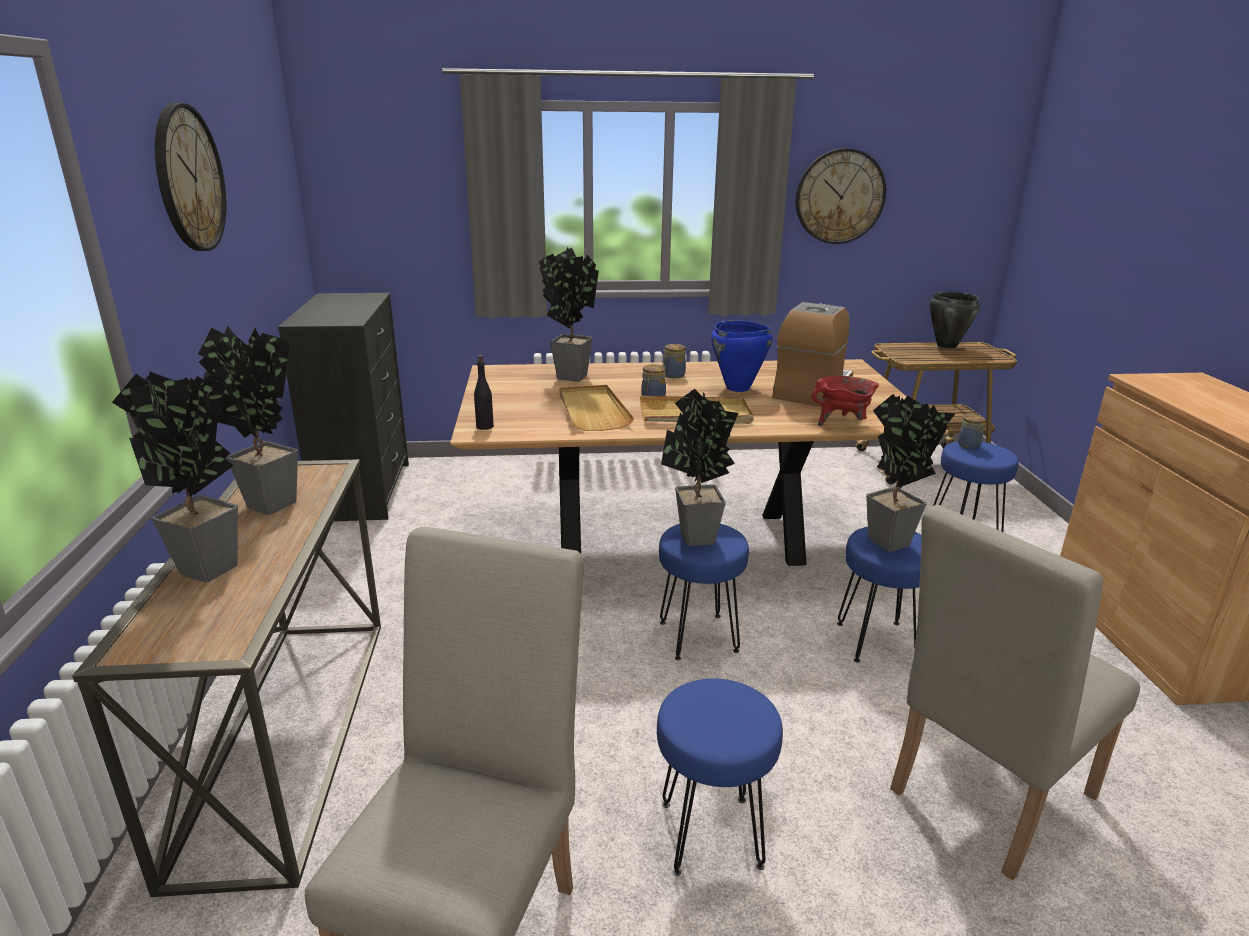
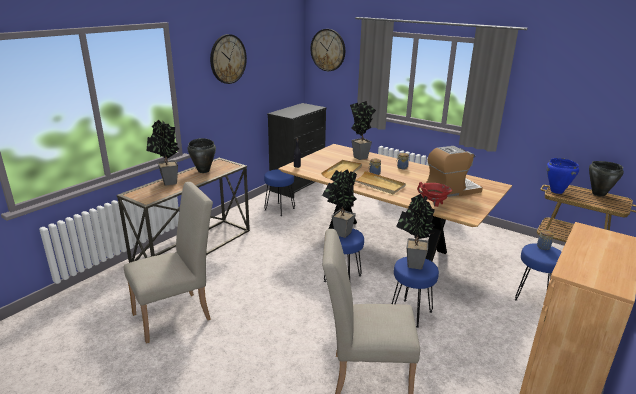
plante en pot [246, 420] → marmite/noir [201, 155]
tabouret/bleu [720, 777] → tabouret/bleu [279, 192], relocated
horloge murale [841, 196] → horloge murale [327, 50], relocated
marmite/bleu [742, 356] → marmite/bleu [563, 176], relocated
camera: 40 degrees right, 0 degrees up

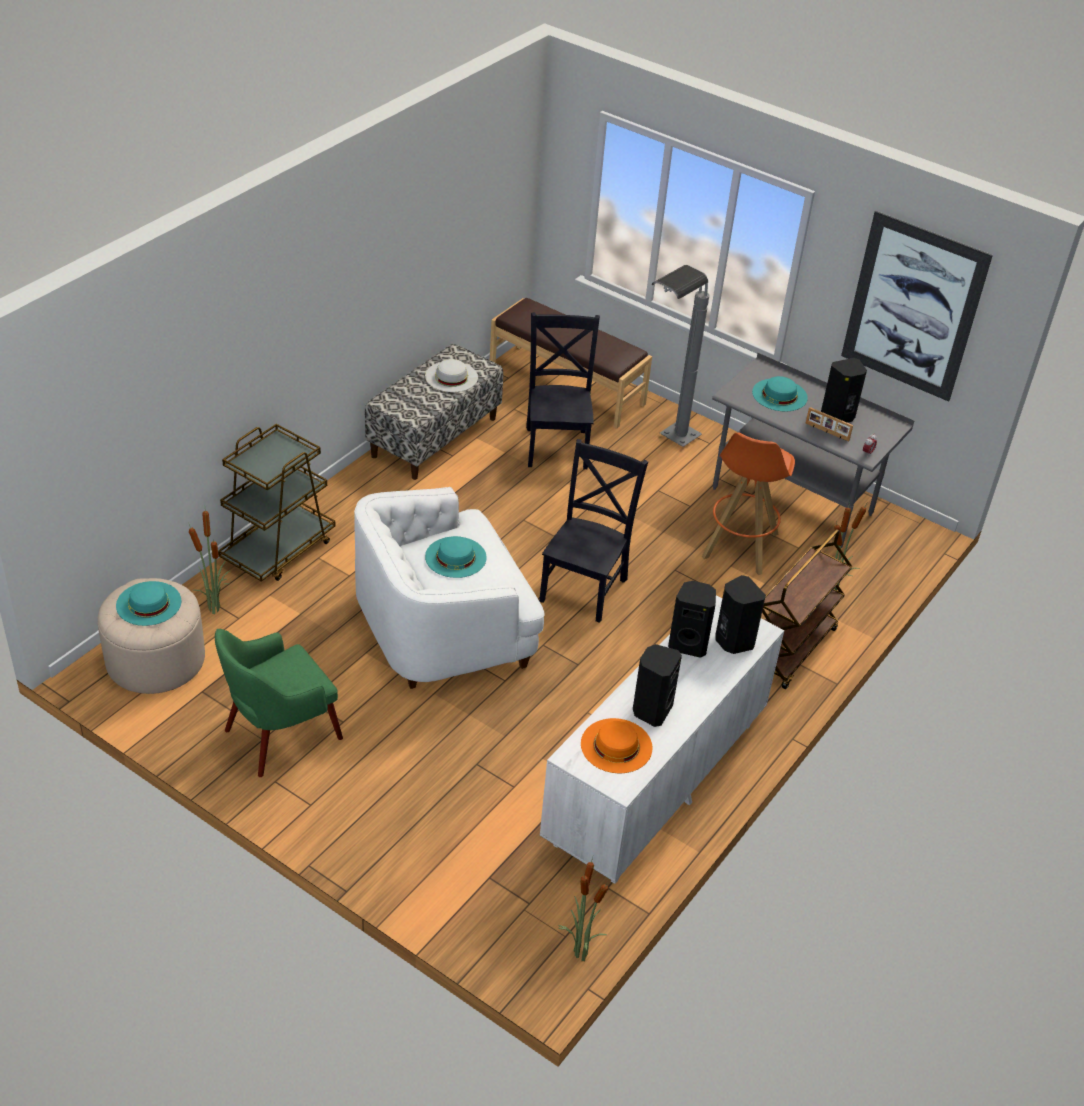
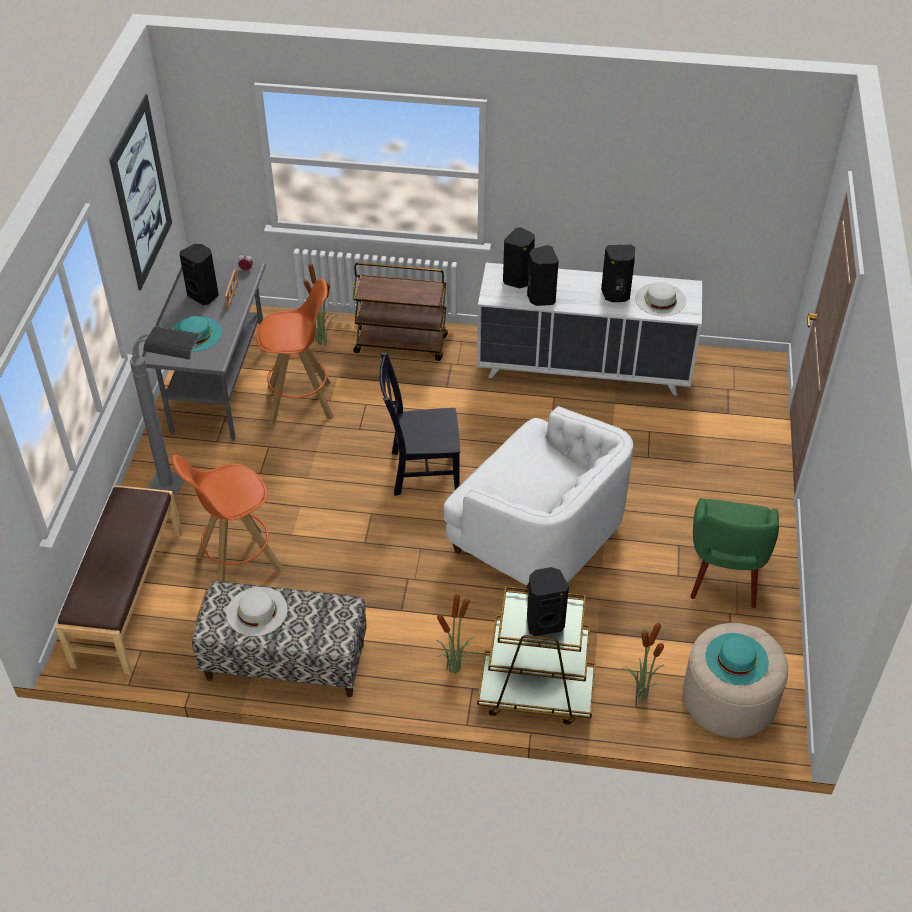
chaise/noir [563, 390] → tabouret/orange [227, 518]
plante en pot [583, 909] → plante en pot [455, 633], relocated
- → enceinte/noir [548, 601]
chapeau/orange [617, 745] → chapeau/blanc [660, 299]
fauteuil/vert [279, 703] → fauteuil/vert [734, 553], 75 degrees clockwise
chapeau/turquoise [456, 557] → -
camera: 115 degrees left, 5 degrees up

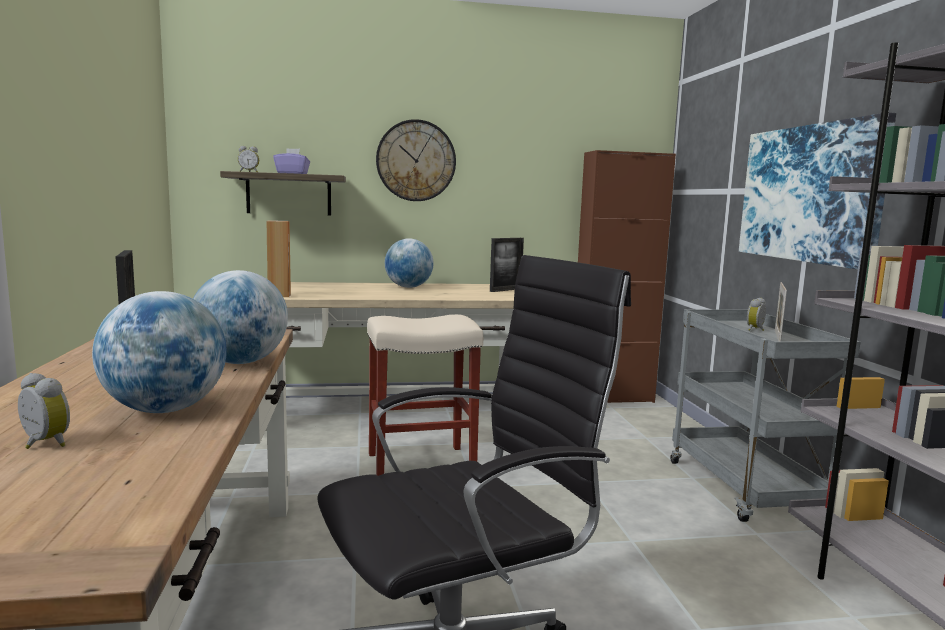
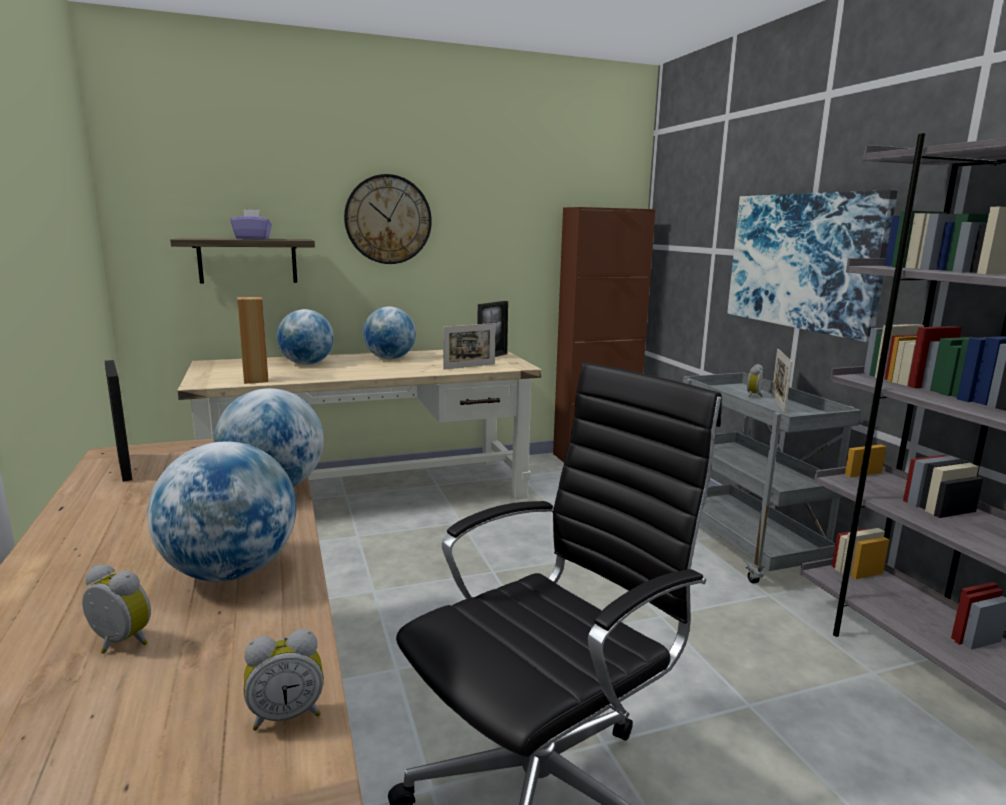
réveil [248, 159] → réveil [284, 680], relocated
- → globe [305, 337]
- → cadre photo [469, 346]
tabouret/beige [425, 395] → -
camera: 10 degrees left, 5 degrees up

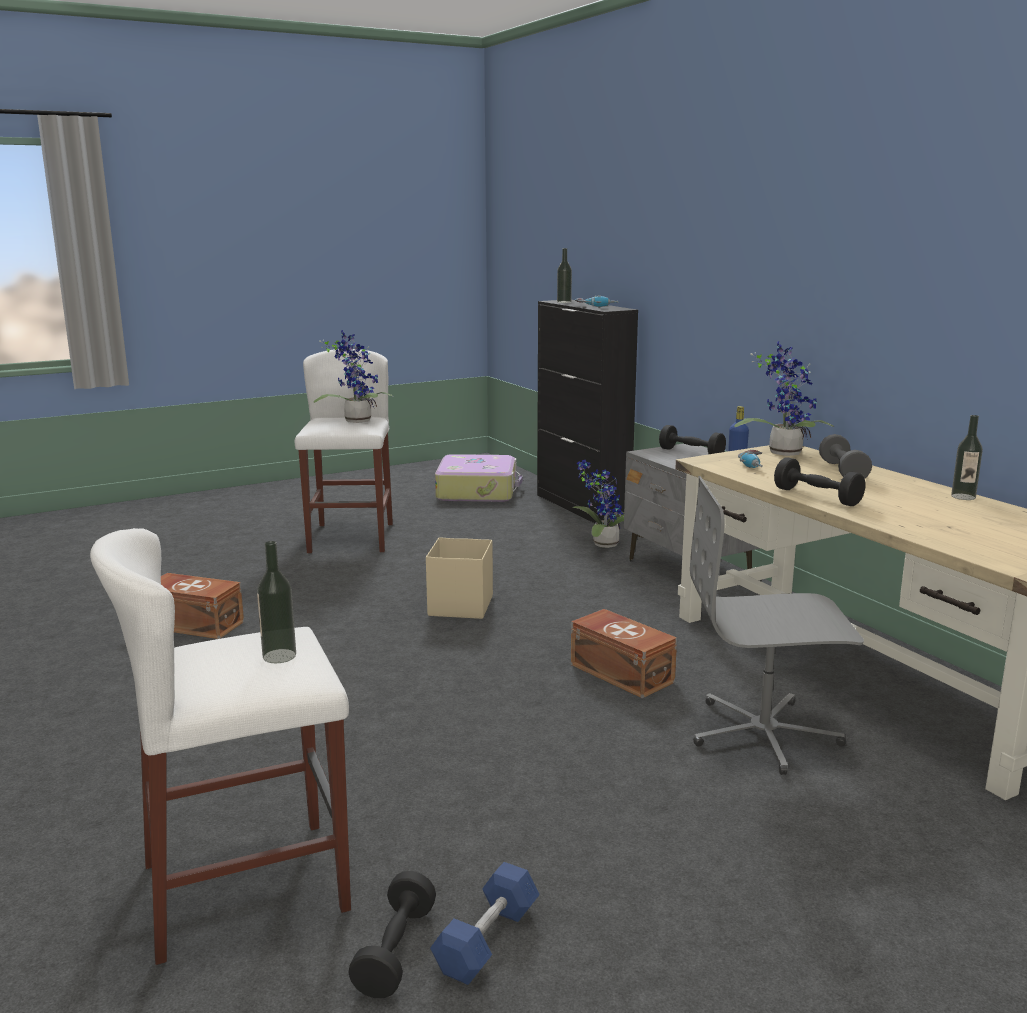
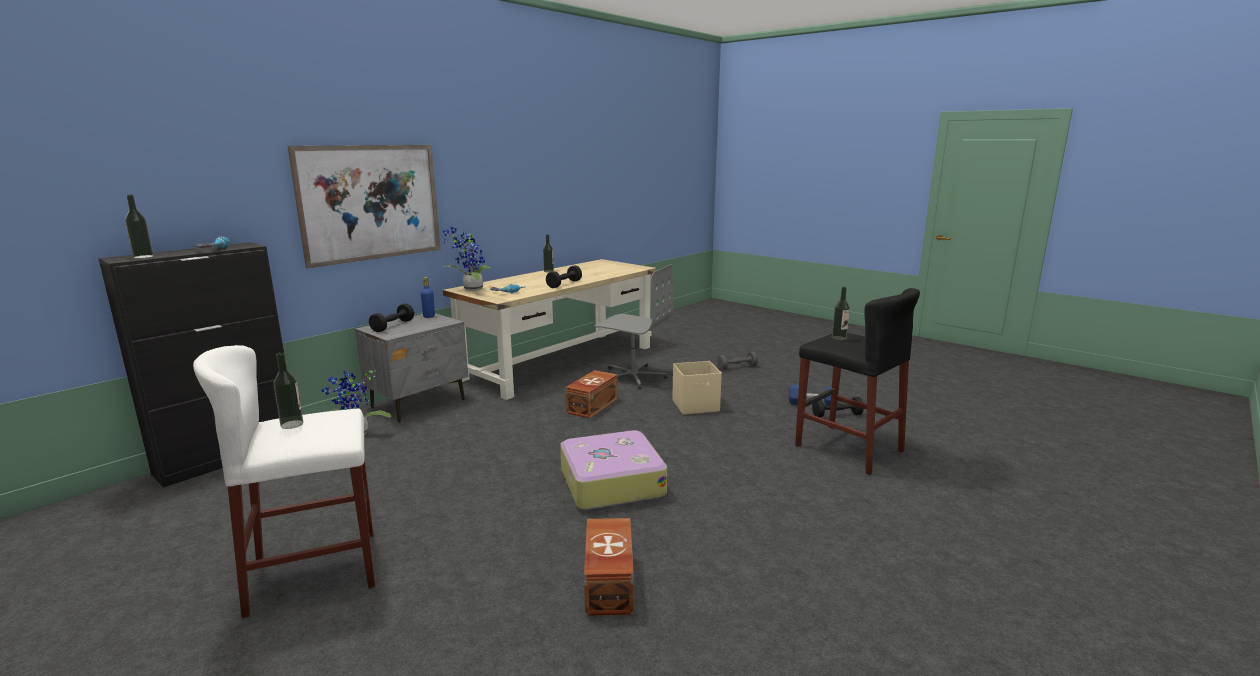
plante en pot [354, 376] → bouteille [288, 390]
- → tableau [364, 206]
valise [479, 478] → valise [613, 470], relocated
chaise de bureau/gris [777, 625] → chaise de bureau/gris [634, 326], 45 degrees counterclockwise
boîte de rangement/beige [459, 578] → boîte de rangement/beige [697, 388], relocated
haltère/gris [845, 456] → haltère/gris [737, 361], relocated
tabouret/blanc [220, 746] → tabouret/noir [857, 381]
camera: 110 degrees left, 0 degrees up

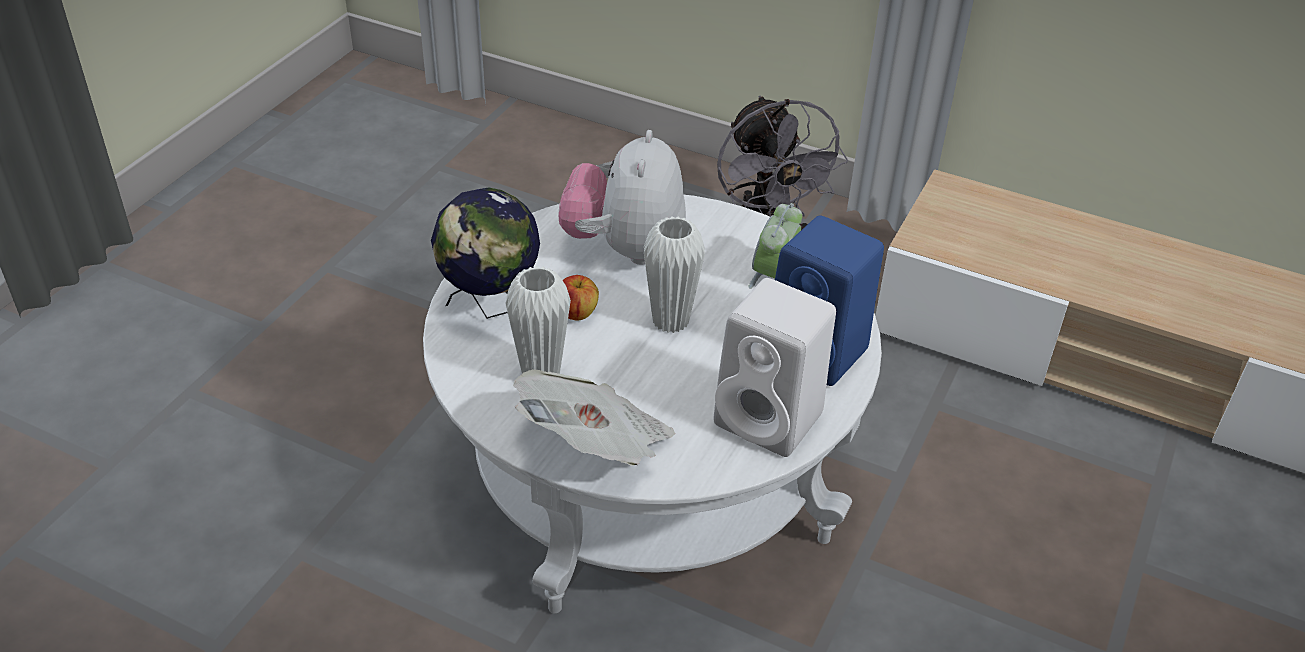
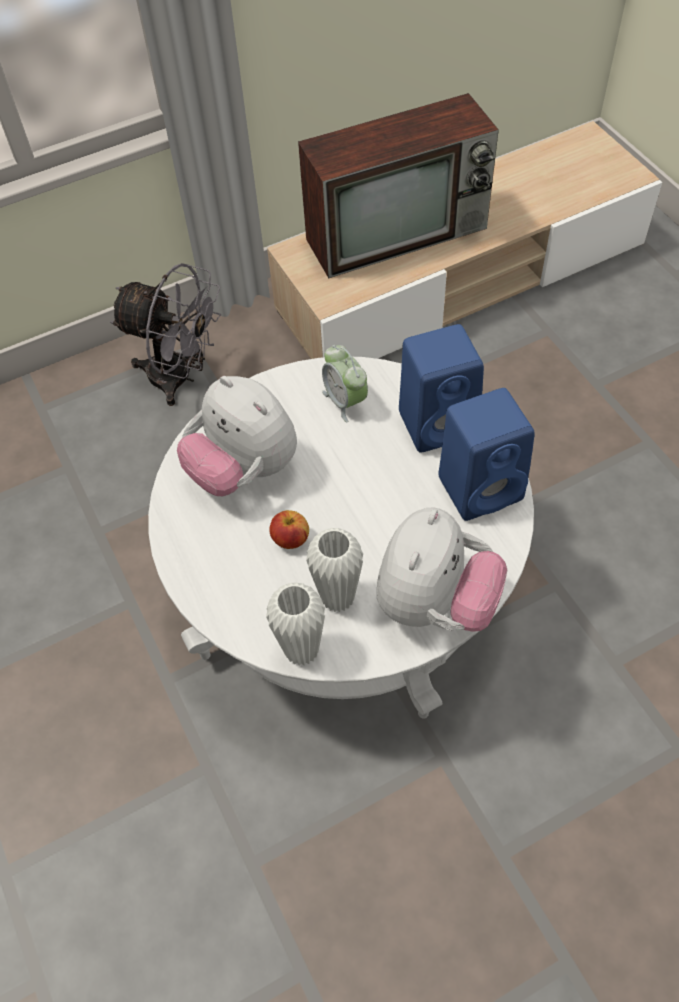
vase/blanc [674, 274] → vase/blanc [295, 624], relocated
- → téléviseur [398, 185]
journal [594, 417] → peluche [442, 569]
enceinte/blanc [775, 367] → enceinte/bleu [486, 454]
globe [485, 253] → -
camera: 50 degrees left, 15 degrees up

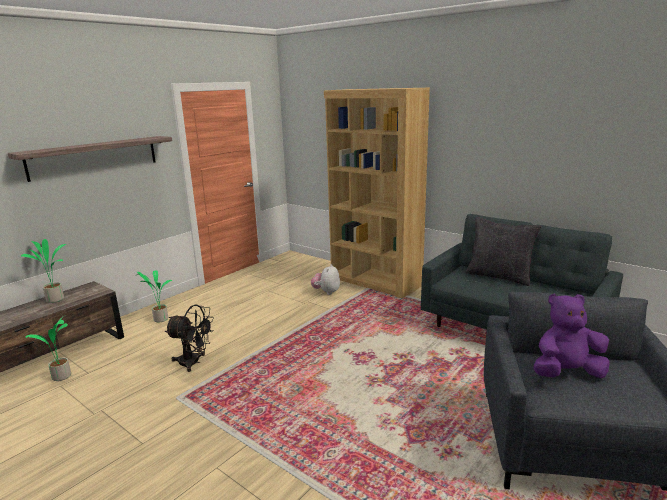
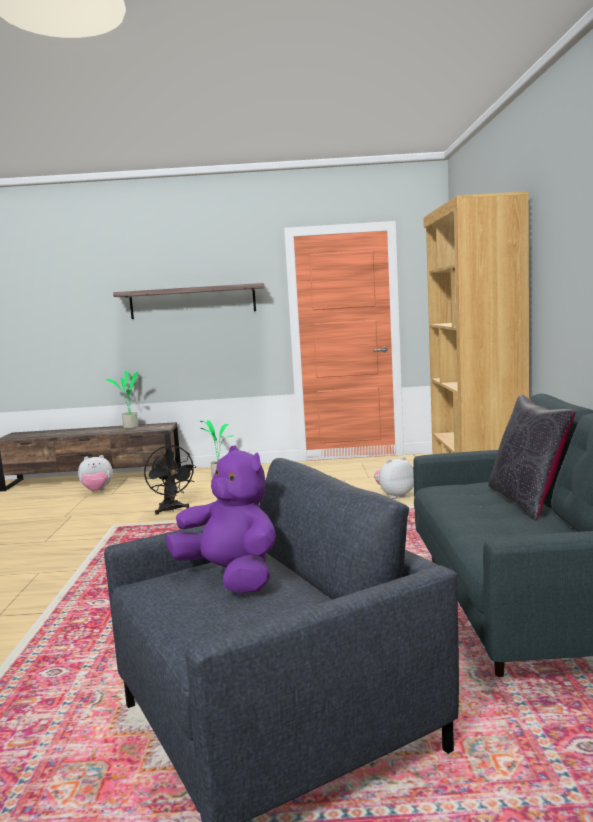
plante en pot [48, 348] → peluche [95, 473]
camera: 50 degrees right, 10 degrees down

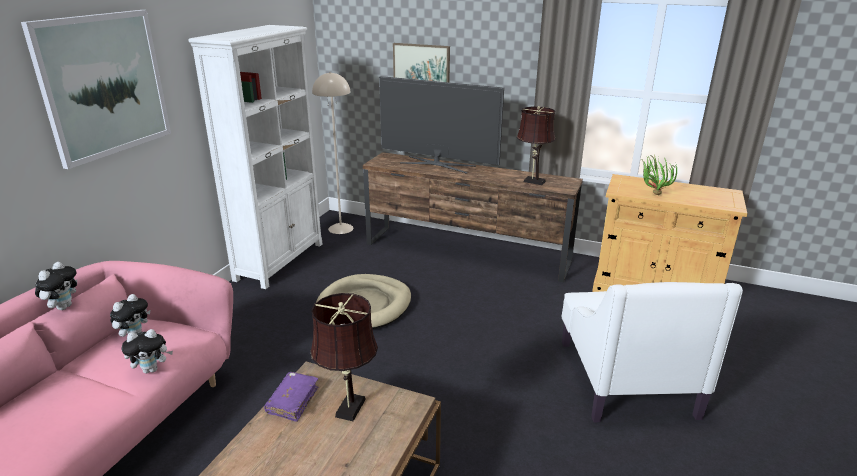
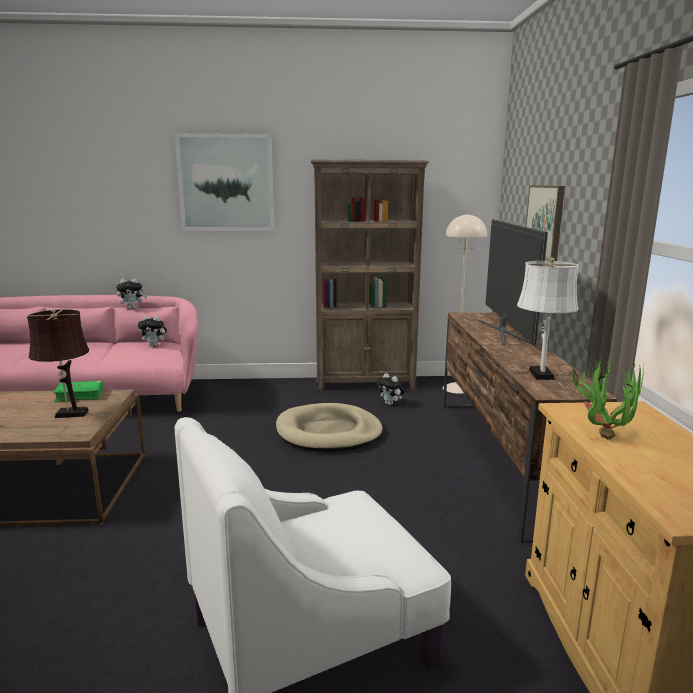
livre/violet [291, 397] → livre/vert [78, 391]
bibliothèque/blanc [255, 157] → bibliothèque/marron [370, 275]
peluche [147, 351] → peluche [391, 389], relocated
lampe de table/marron [536, 145] → lampe de table/blanc [548, 319]
camera: 65 degrees right, 10 degrees down

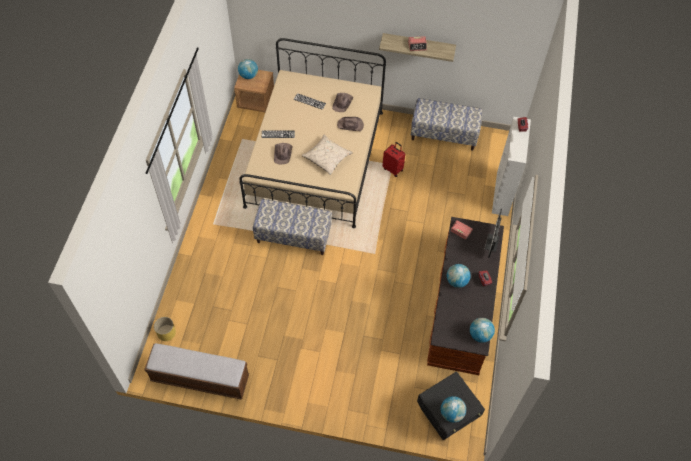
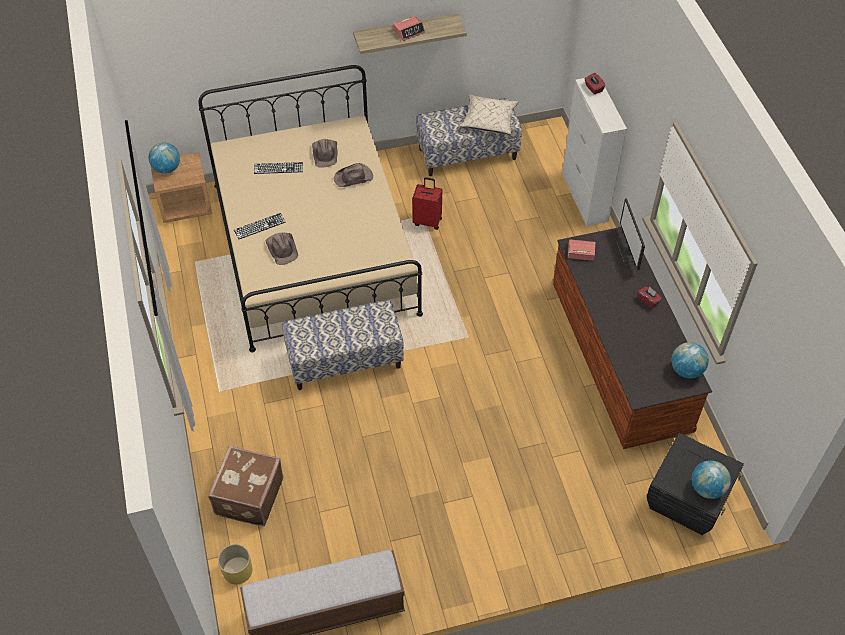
- → valise/marron [245, 486]
coussin/beige [327, 155] → coussin/beige [489, 114], relocated
globe [459, 276] → -
camera: 25 degrees left, 5 degrees down

